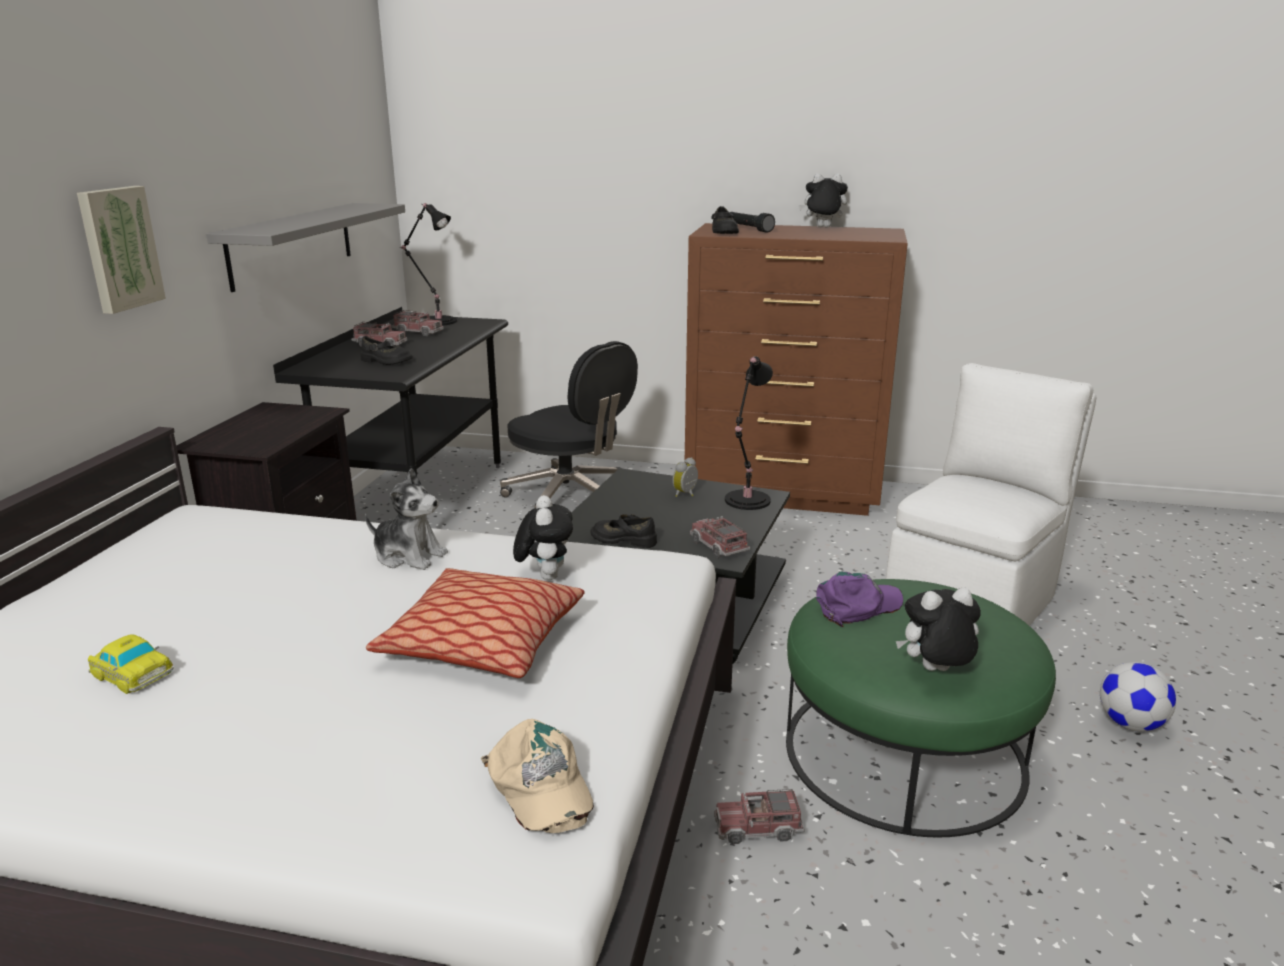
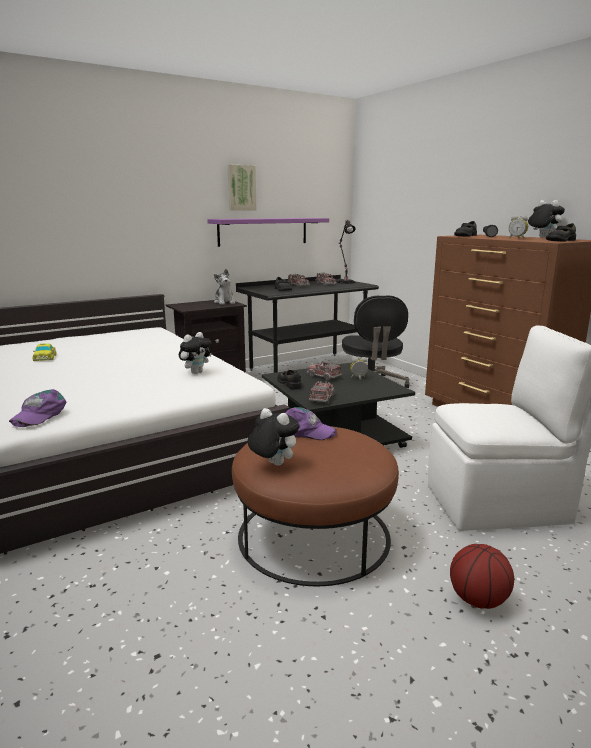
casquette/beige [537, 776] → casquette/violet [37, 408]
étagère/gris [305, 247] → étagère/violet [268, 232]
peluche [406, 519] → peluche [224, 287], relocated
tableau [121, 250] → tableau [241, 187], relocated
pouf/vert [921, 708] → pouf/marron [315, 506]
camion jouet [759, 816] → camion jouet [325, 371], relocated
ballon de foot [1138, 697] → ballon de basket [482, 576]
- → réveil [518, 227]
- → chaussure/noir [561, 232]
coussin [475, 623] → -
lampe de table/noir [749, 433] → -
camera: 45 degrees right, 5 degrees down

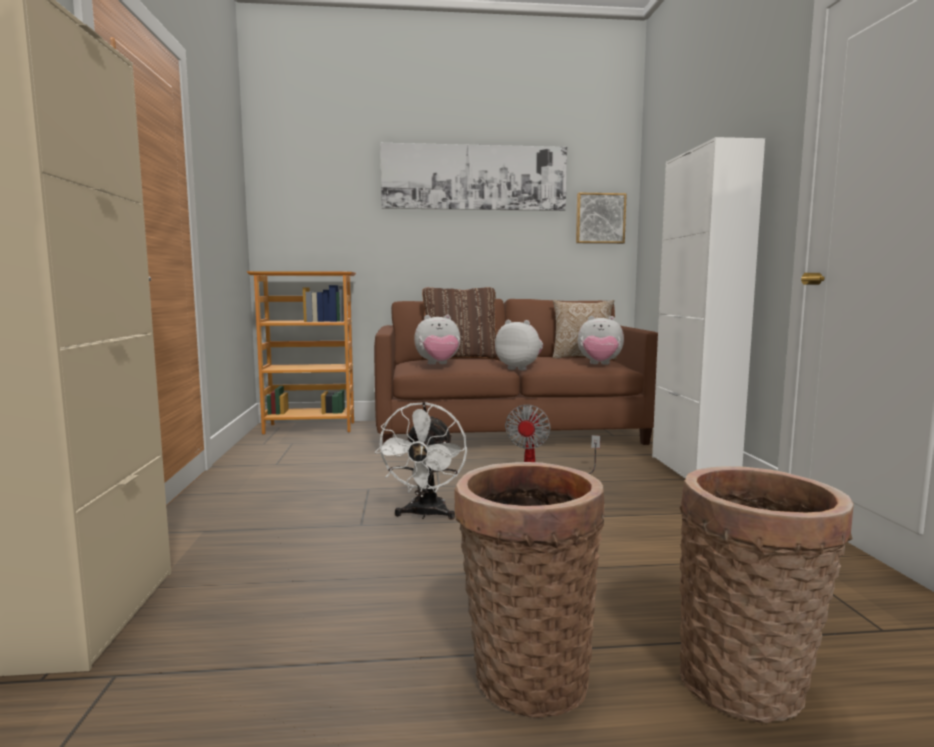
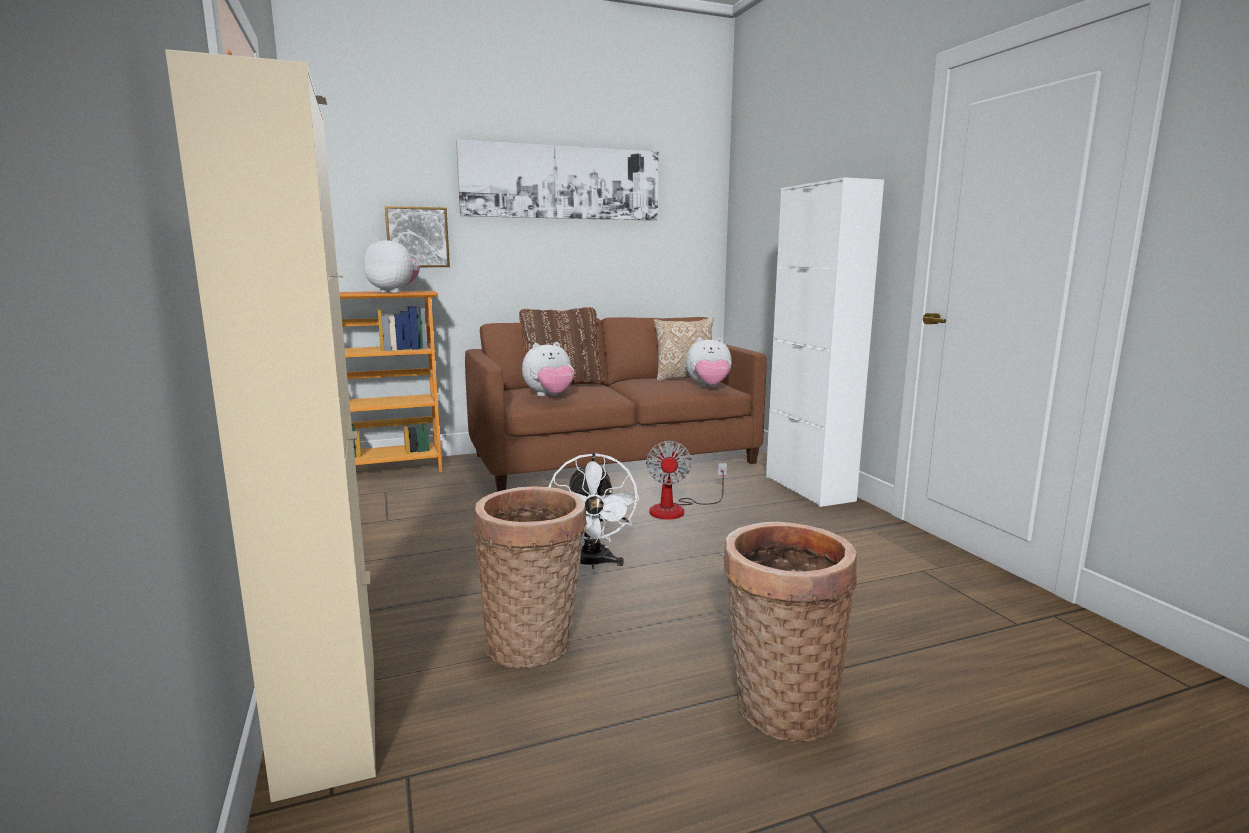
peluche [519, 345] → peluche [391, 265], relocated
tableau [601, 218] → tableau [417, 236], relocated
panier [767, 594] → panier [530, 577], relocated
camera: 15 degrees left, 5 degrees up

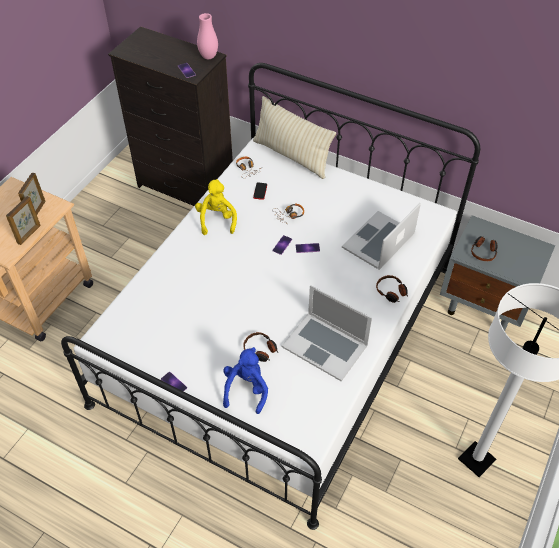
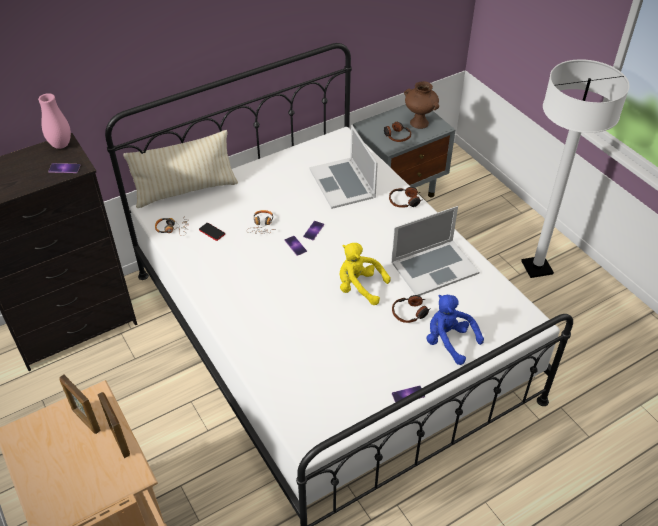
peluche/jaune [216, 207] → peluche/jaune [365, 274], relocated
- → vase/marron [421, 105]
camera: 60 degrees left, 5 degrees down

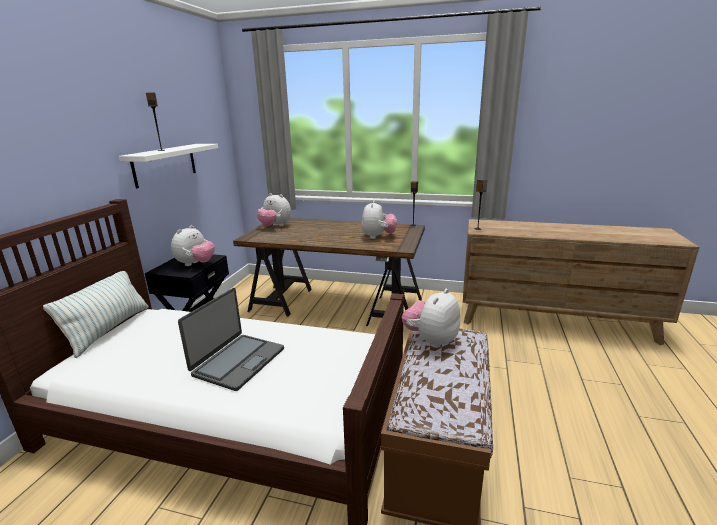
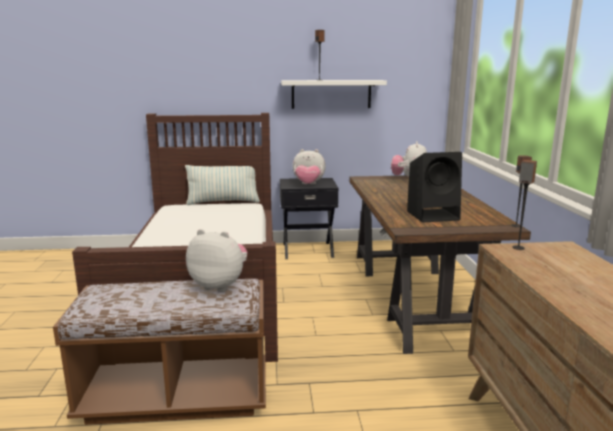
peluche [379, 219] → enceinte/noir [434, 187]
ordinateur portable [231, 339] → -
camera: 70 degrees right, 5 degrees down

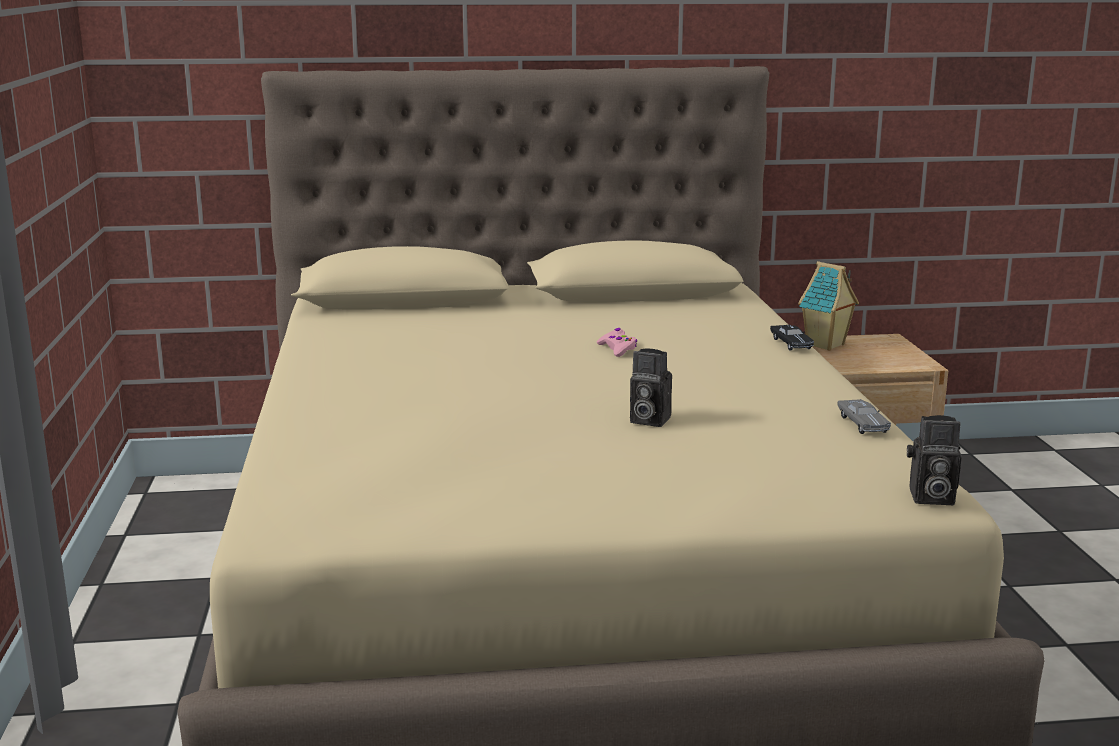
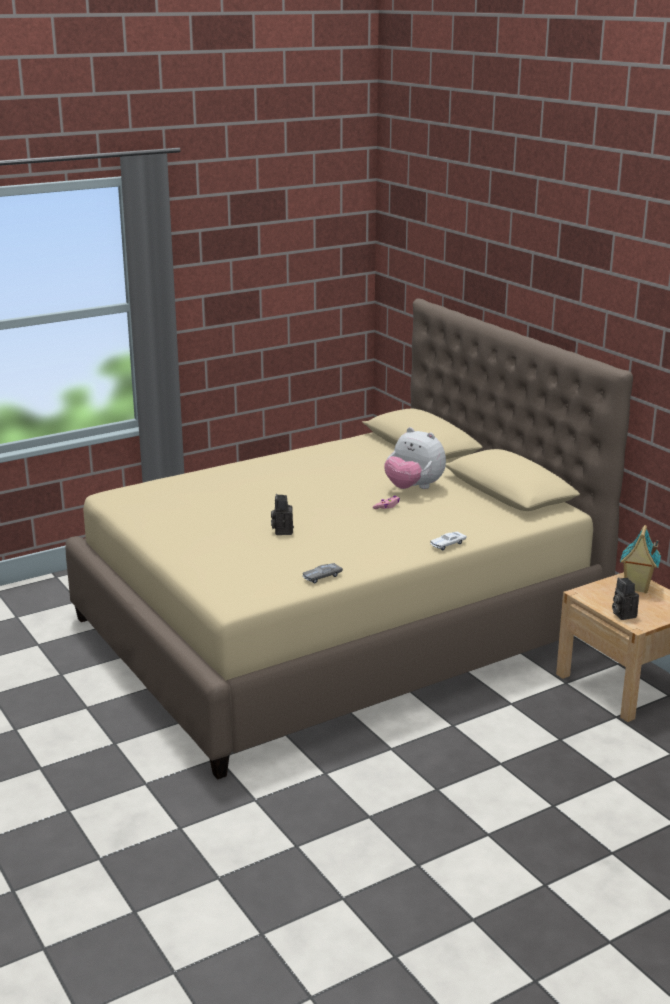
- → peluche [415, 458]
petite voiture/noir [792, 337] → petite voiture/blanc [448, 540]
appareil photo [934, 460] → appareil photo [625, 599], relocated
camera: 65 degrees right, 5 degrees up

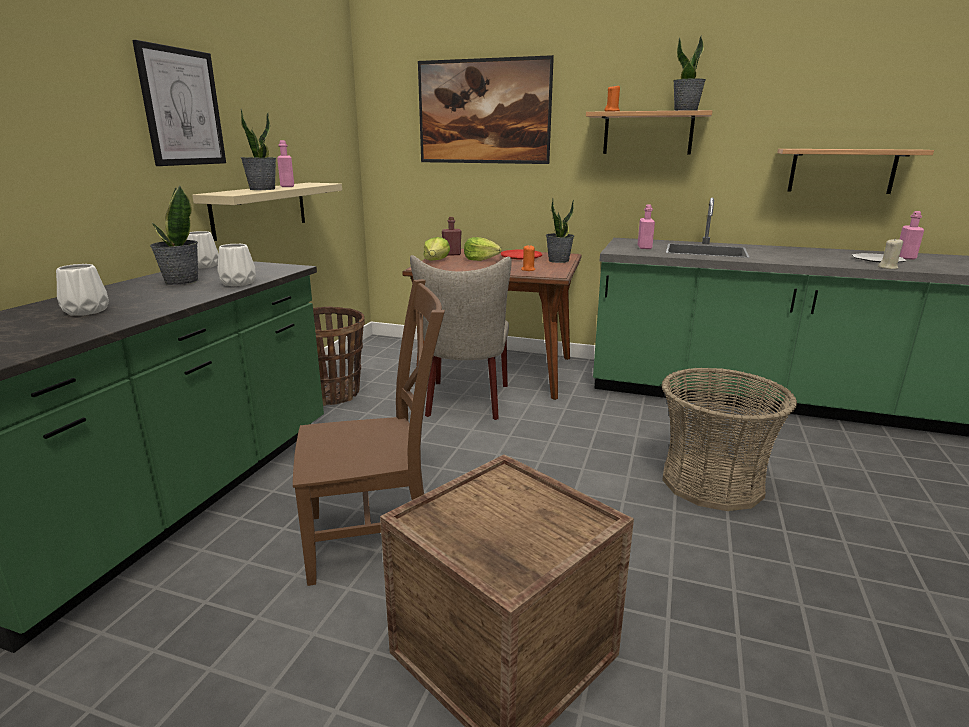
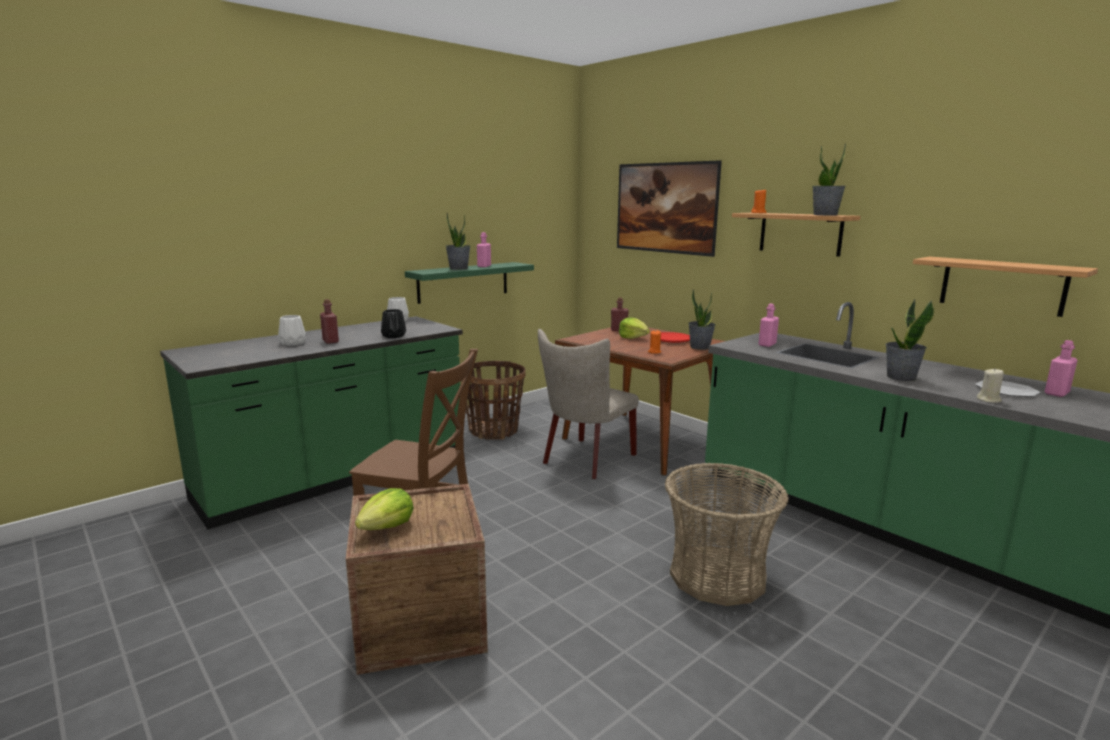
- → bouteille/rouge [329, 321]
laitue [436, 249] → laitue [384, 509], relocated
vase/blanc [236, 265] → vase/noir [393, 323]
étagère/beige [267, 212] → étagère/vert [469, 283]
plante en pot [174, 235] → plante en pot [909, 340], relocated
tableau [179, 103] → -
camera: 30 degrees right, 5 degrees down

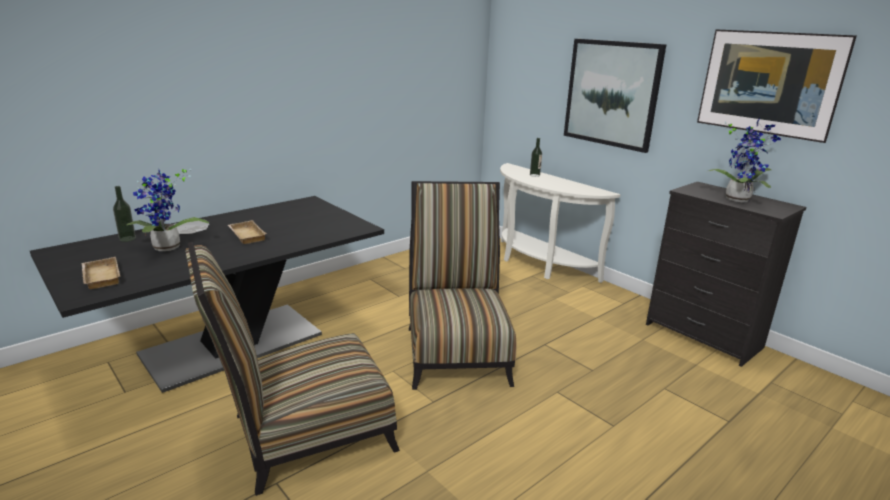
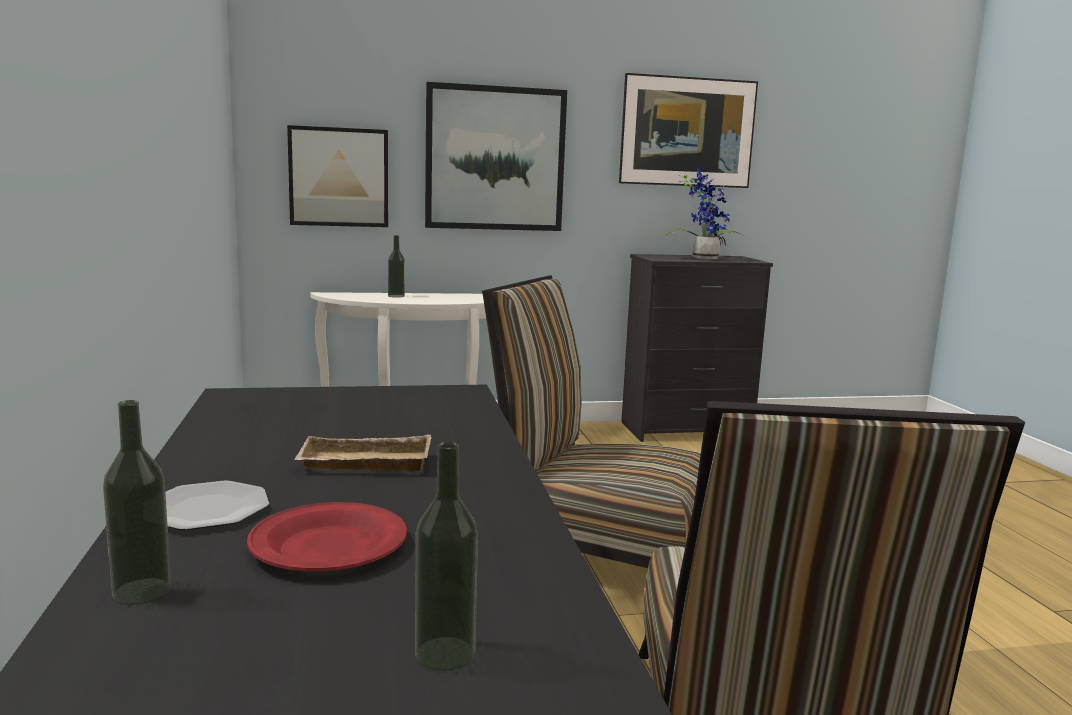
plante en pot [168, 210] → assiette/rouge [327, 536]
- → tableau [337, 176]
plateau/beige [100, 273] → bouteille [446, 556]
camera: 60 degrees left, 10 degrees down

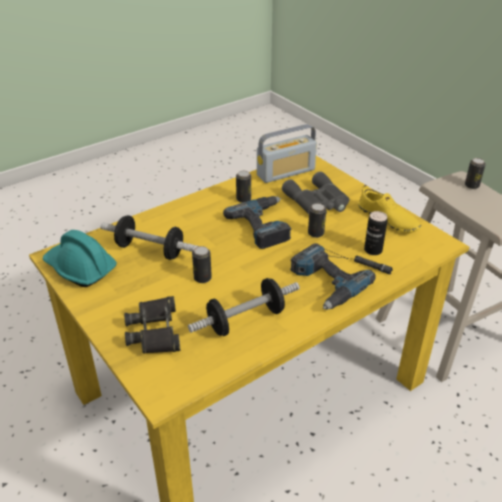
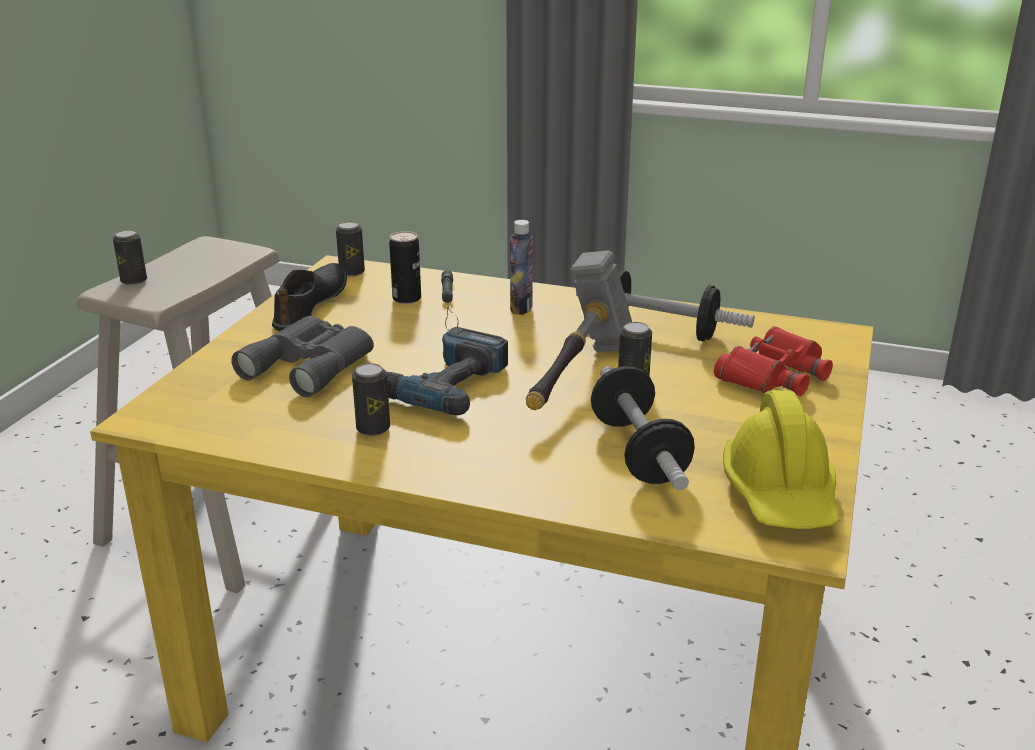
chaussure/jaune [389, 209] → chaussure/noir [309, 297]
boîte métallique [317, 220] → boîte métallique [350, 249], relocated
perceuse [333, 276] → bouteille [521, 267]
- → marteau [579, 330]
jumelles/noir [152, 325] → jumelles/rouge [773, 361]
casque de chantier/turquoise [80, 258] → casque de chantier/jaune [781, 459]
radio [287, 153] → -
camera: 125 degrees left, 10 degrees down

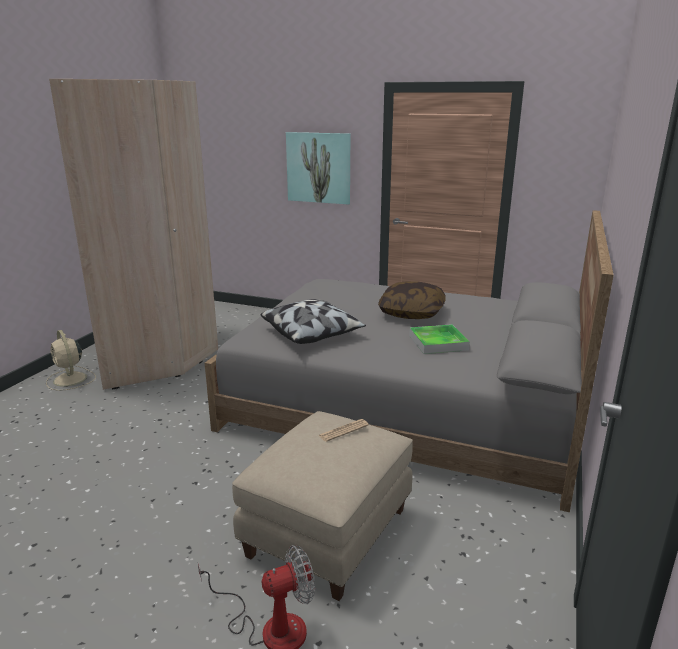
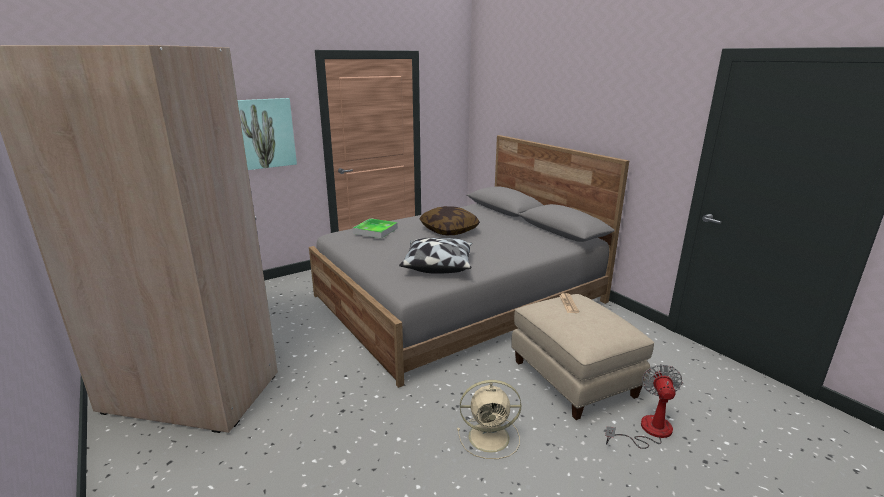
plateau [439, 339] → plateau [375, 228], relocated
ventilateur/beige [71, 360] → ventilateur/beige [489, 419], relocated
camera: 55 degrees left, 0 degrees up

